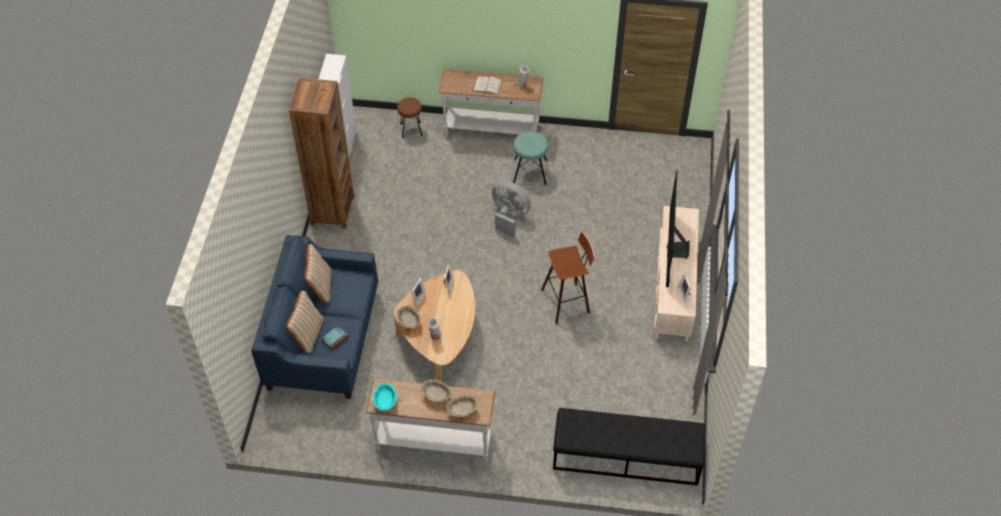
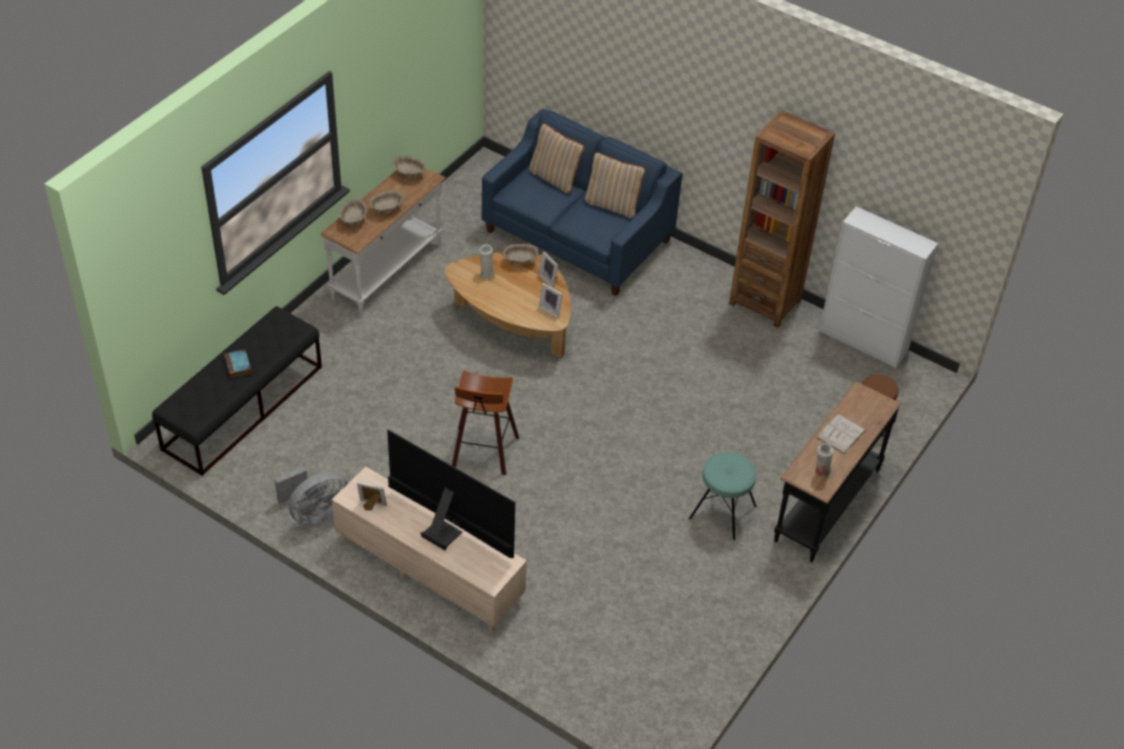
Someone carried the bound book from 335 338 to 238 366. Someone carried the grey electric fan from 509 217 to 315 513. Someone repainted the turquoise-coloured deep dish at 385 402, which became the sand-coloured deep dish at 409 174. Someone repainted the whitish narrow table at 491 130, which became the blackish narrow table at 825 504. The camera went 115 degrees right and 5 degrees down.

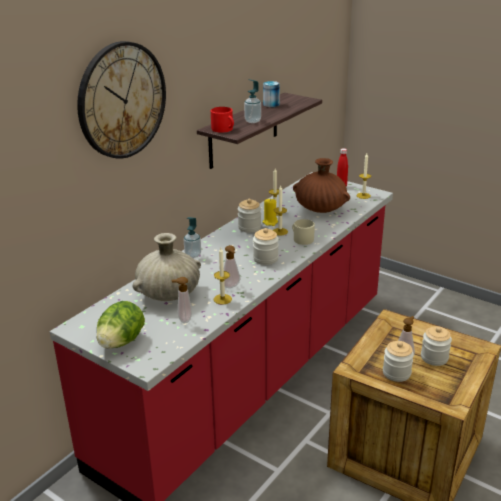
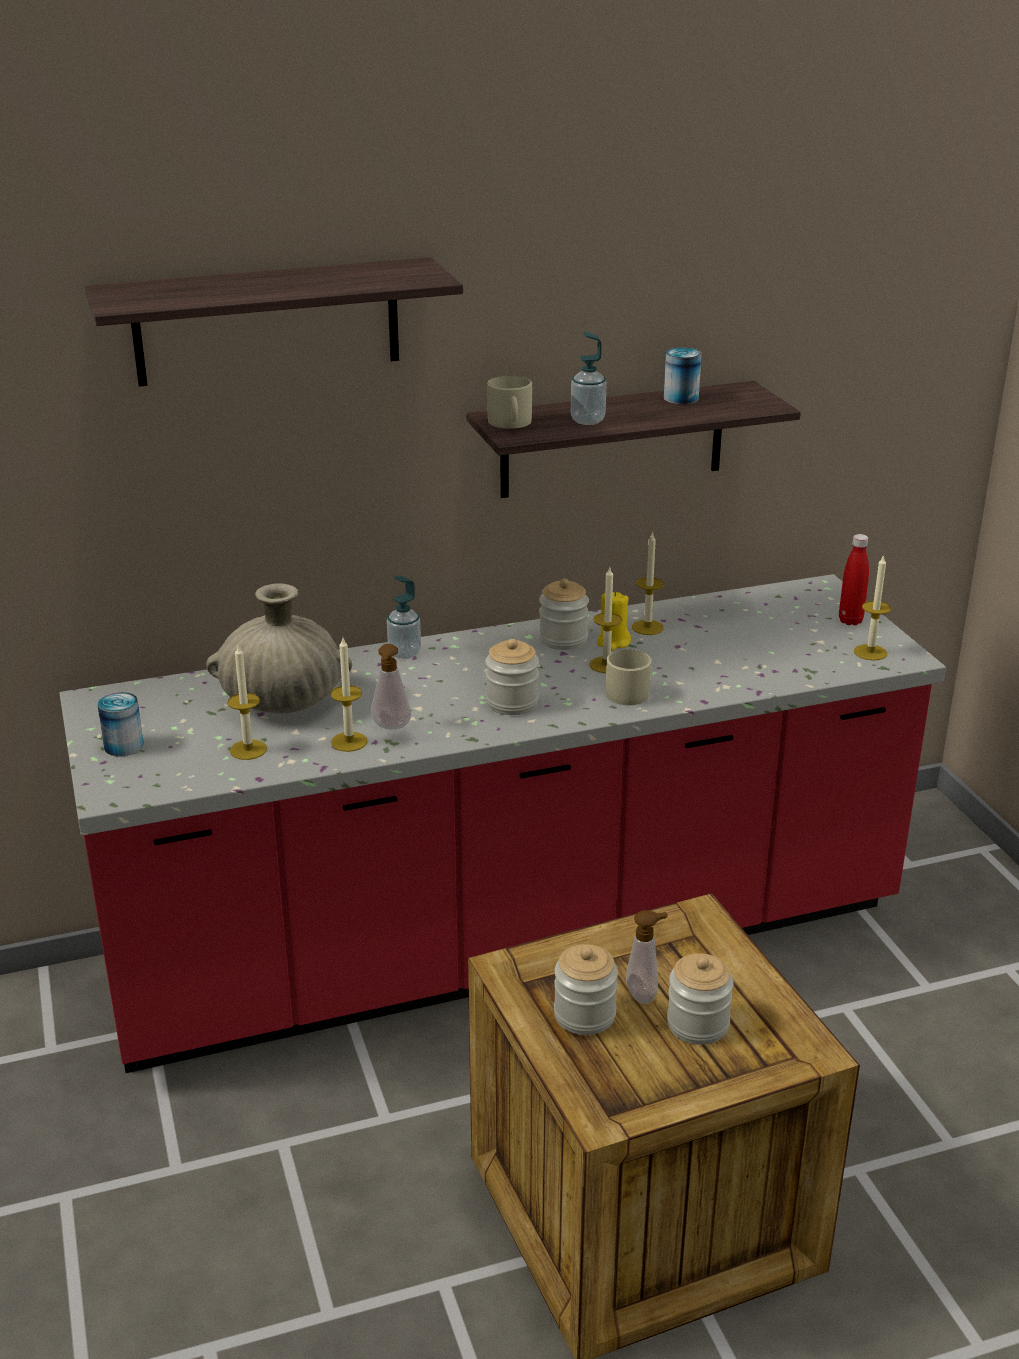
Someone swapped the clock on the wall at 122 100 for the bracket shelf at 267 322. Someone swapped the lettuce at 121 342 for the can at 123 746. Someone swapped the soap dispenser at 183 320 for the wax light at 248 750. Someone repainted the red coffee mug at 224 129, which became the sand-coloured coffee mug at 510 423. Someone took away the brown-coloured vase at 320 208. The camera went 35 degrees right and 0 degrees up.

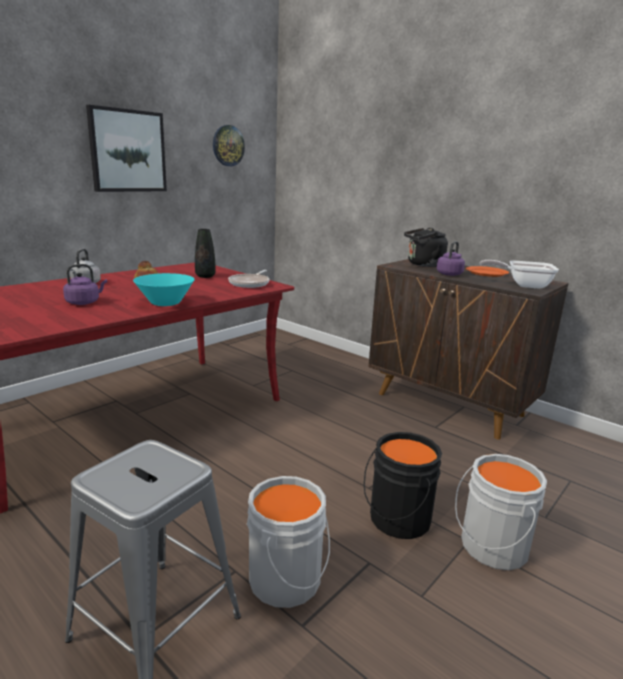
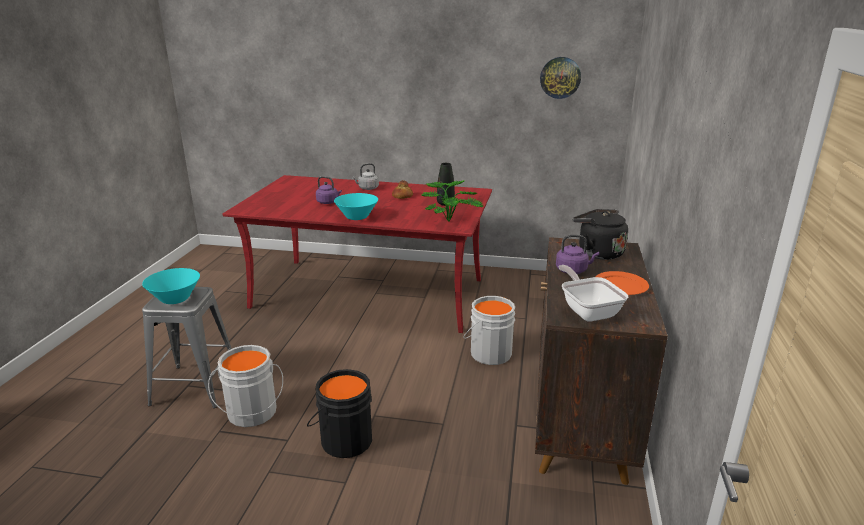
Someone put down the turquoise-coloured deep dish at 175 299. Someone swapped the skillet at 250 283 for the potted plant at 450 220. Someone carried the grey water bucket from 490 547 to 489 353. Someone took away the wall picture at 127 151. The camera went 60 degrees right and 5 degrees up.

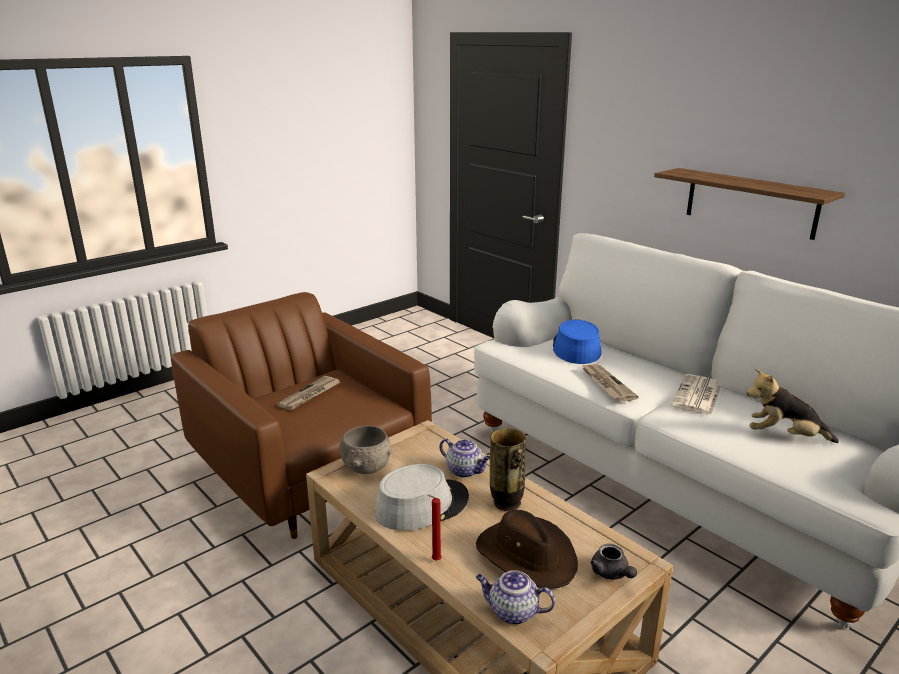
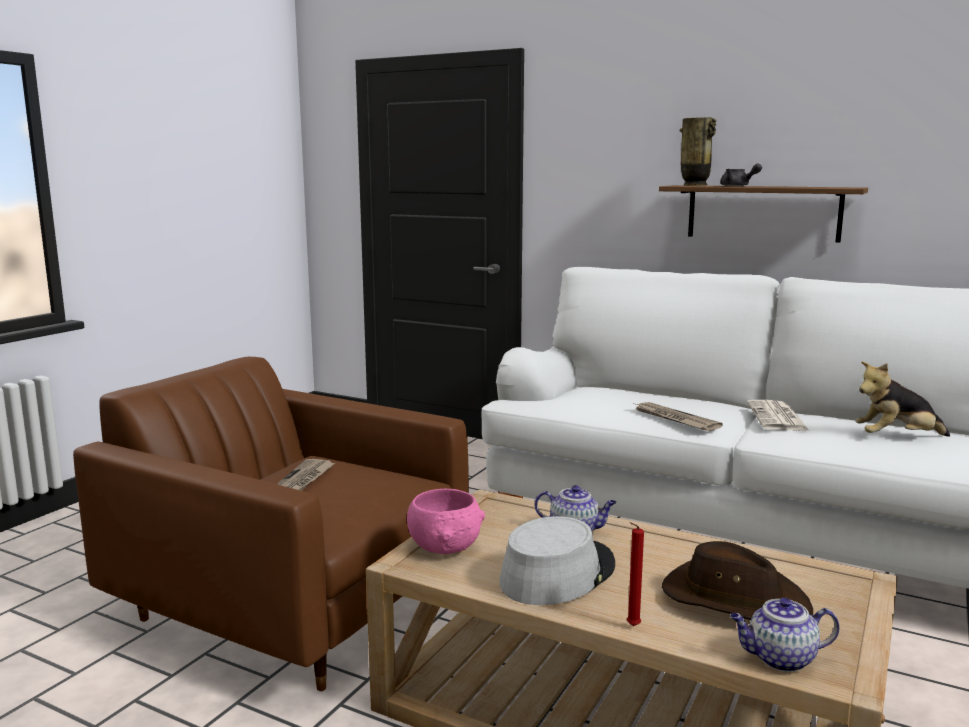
Someone repainted the grey deep dish at 367 466, which became the pinkish deep dish at 445 546. Someone carried the vase from 506 503 to 695 185. Someone carried the grey pot for tea from 611 574 to 737 186. Someone took away the blue-coloured clothing hat at 575 348. The camera went 20 degrees left and 10 degrees down.

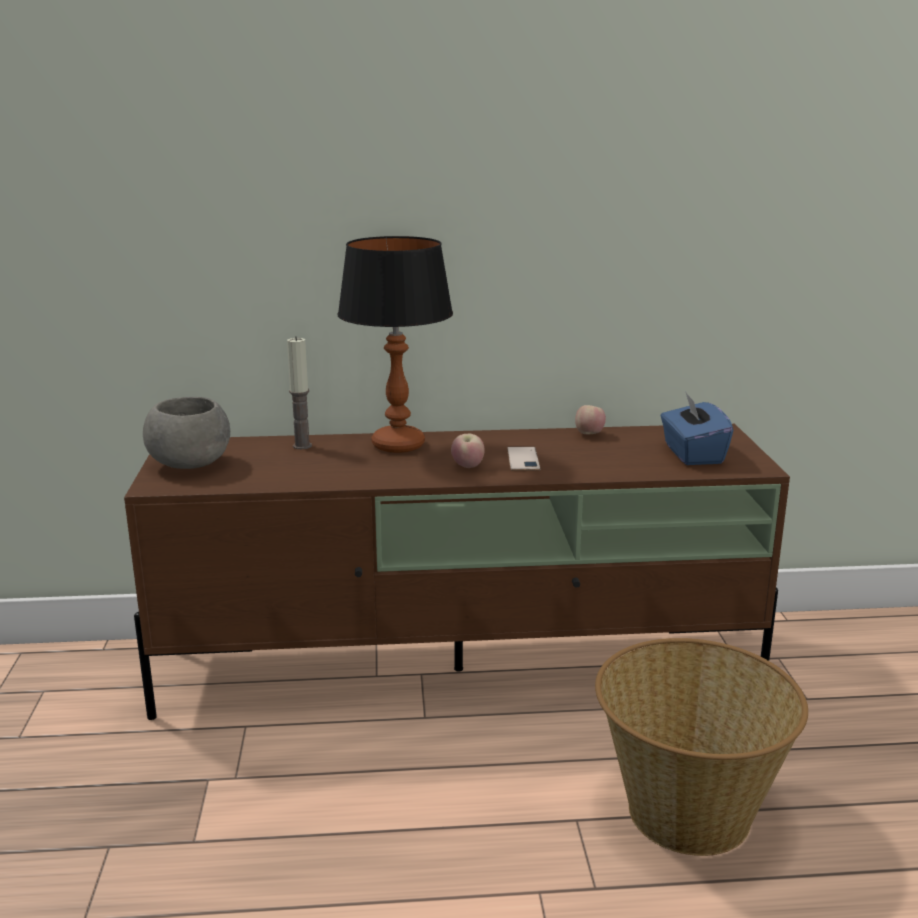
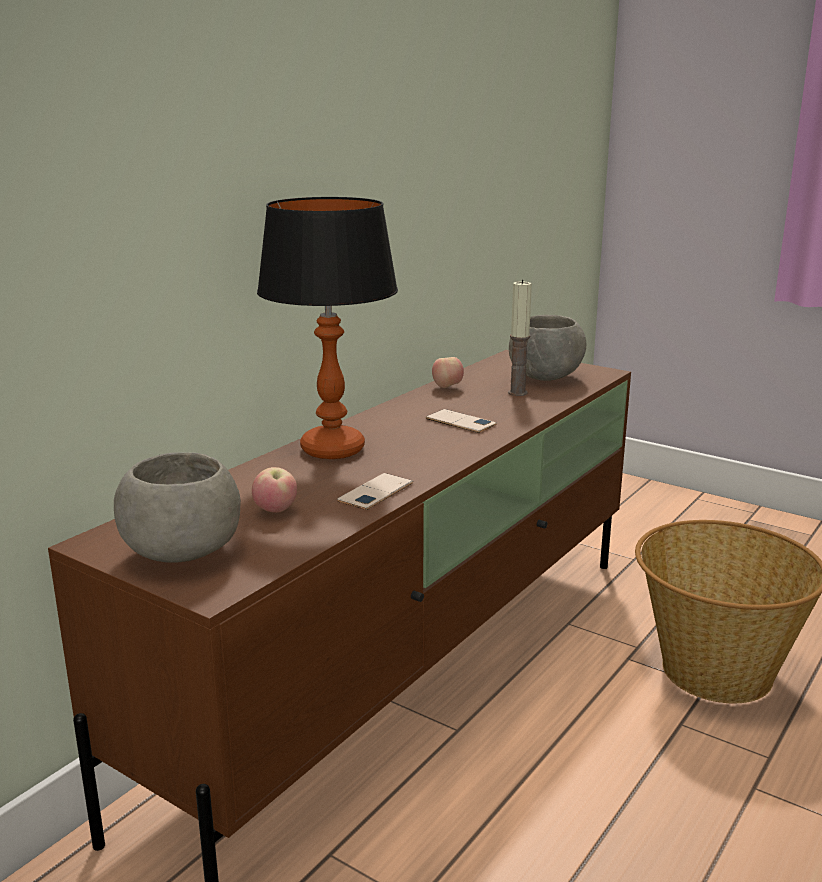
Someone carried the apple from 467 467 to 275 511. Someone put down the telephone at 375 492. Someone carried the wax light from 302 446 to 517 393. Someone swapped the blue-coloured tissue holder at 692 454 for the grey deep dish at 546 377. The camera went 50 degrees left and 0 degrees up.

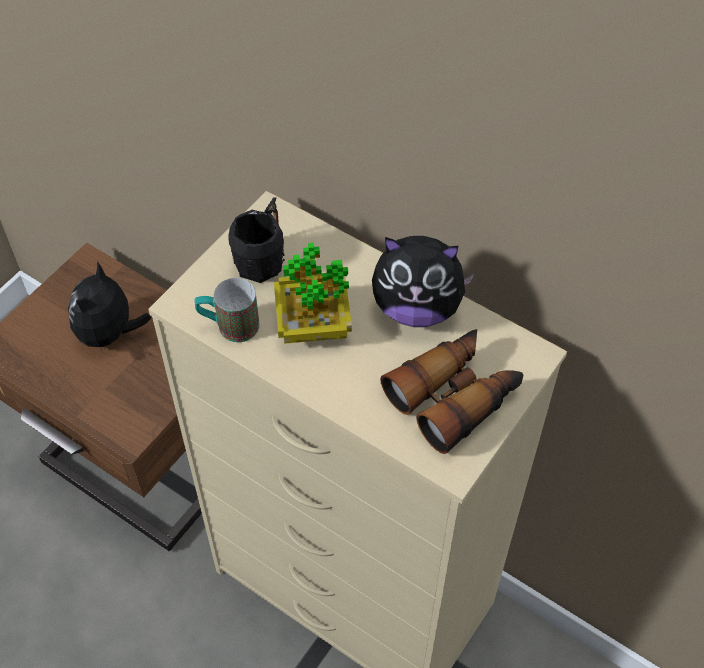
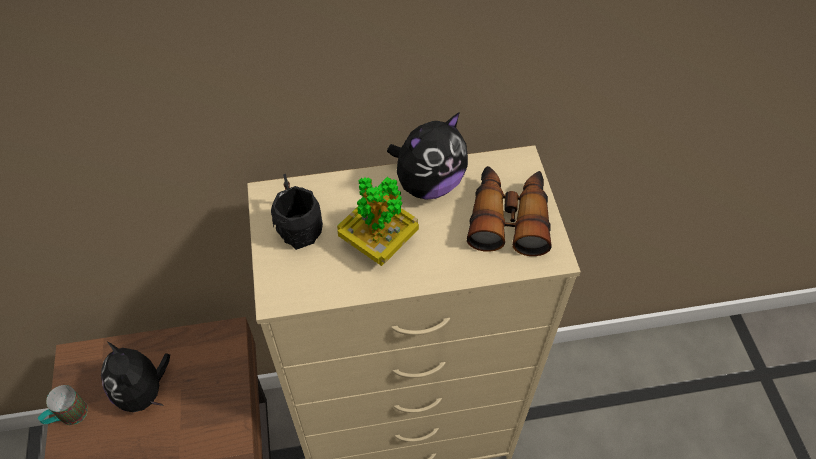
Someone carried the coffee mug from 229 326 to 68 416. The camera went 45 degrees left and 0 degrees up.

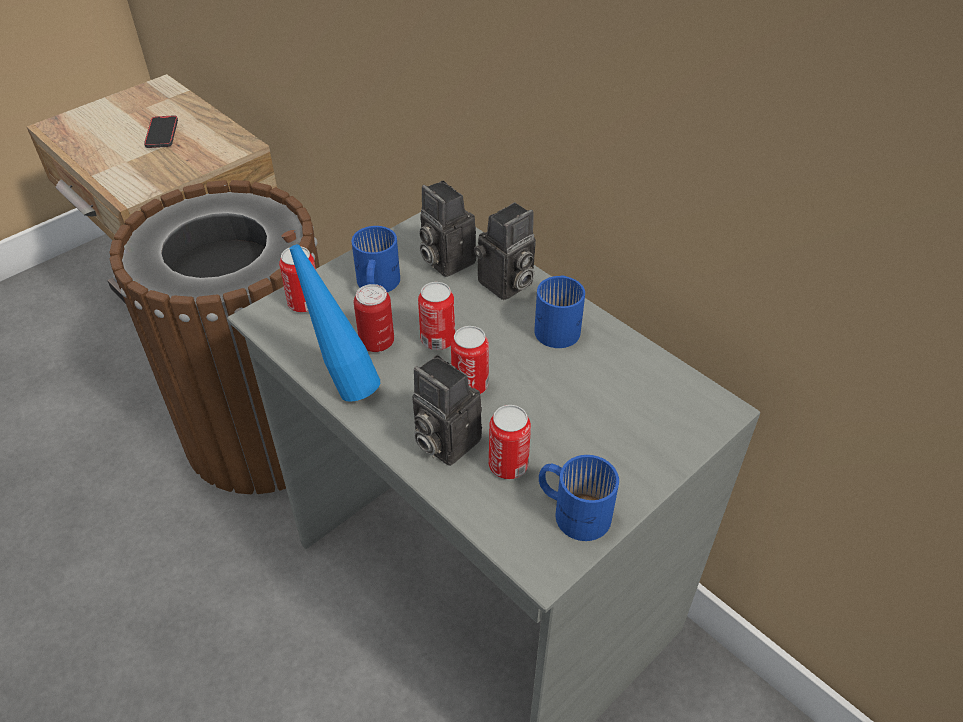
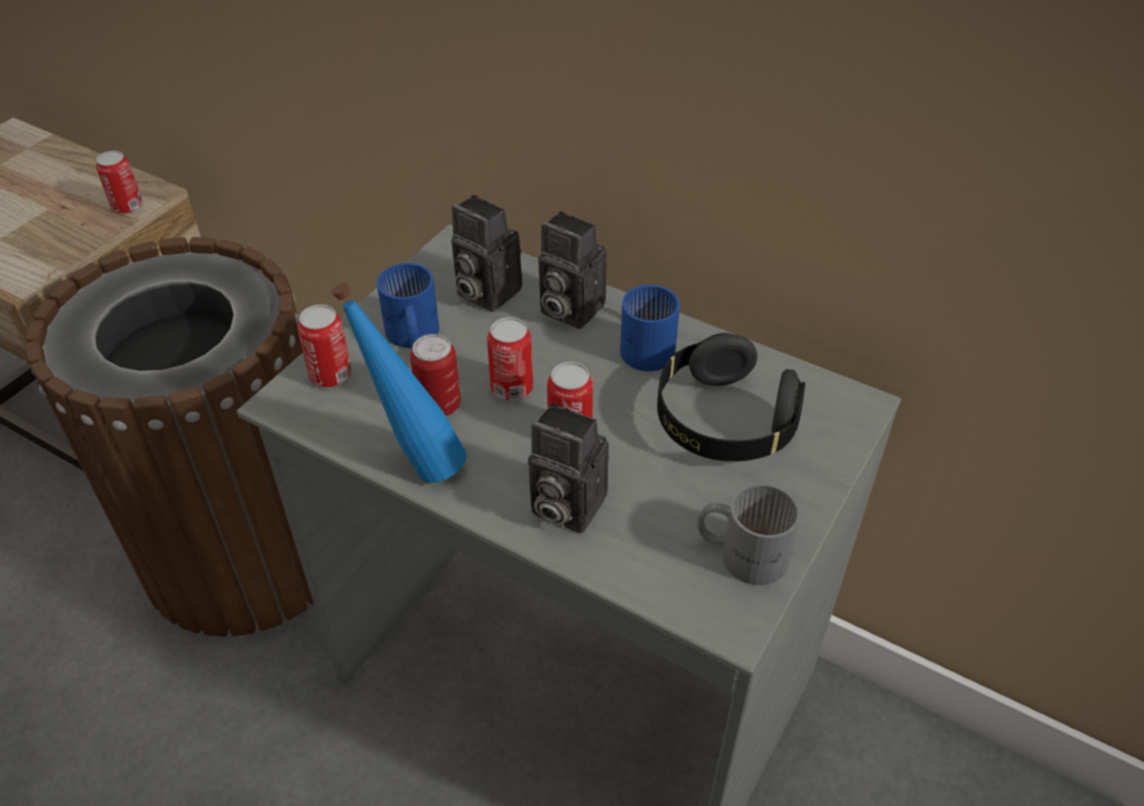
Someone carried the can from 508 465 to 127 206. Someone rotated the still camera at 505 285 by 90 degrees clockwise. Someone put down the blackish headphones at 723 422. Someone repainted the blue-coloured coffee mug at 574 509, which became the grey coffee mug at 742 551. Someone took away the telephone at 162 134. The camera went 15 degrees left and 0 degrees up.

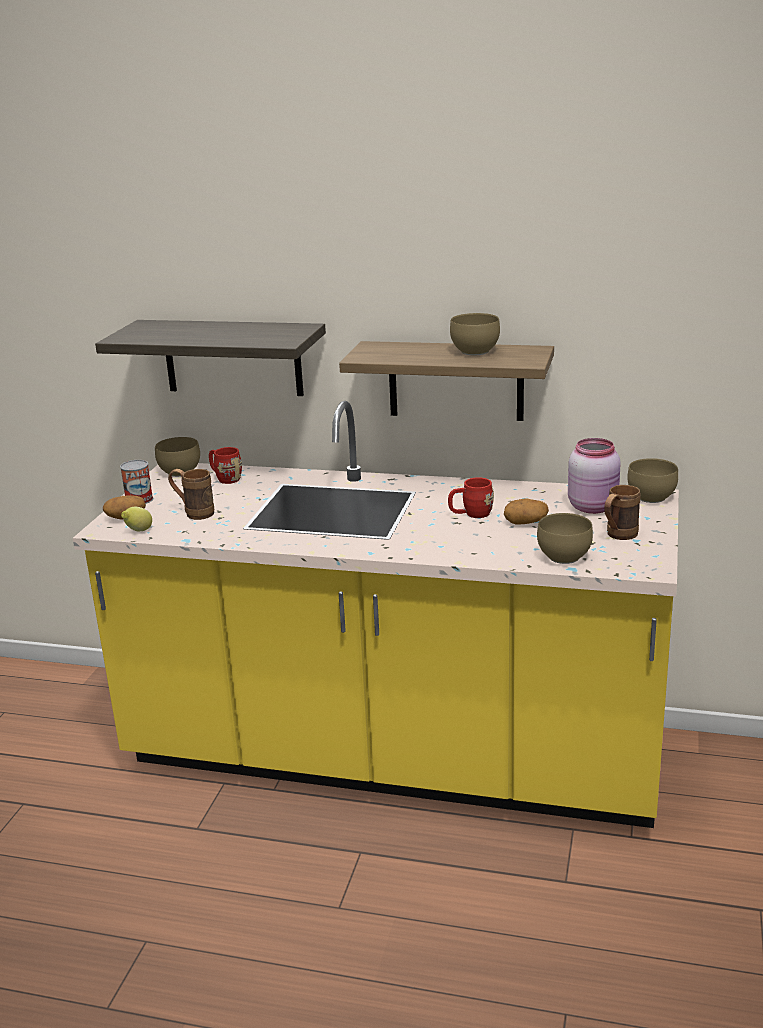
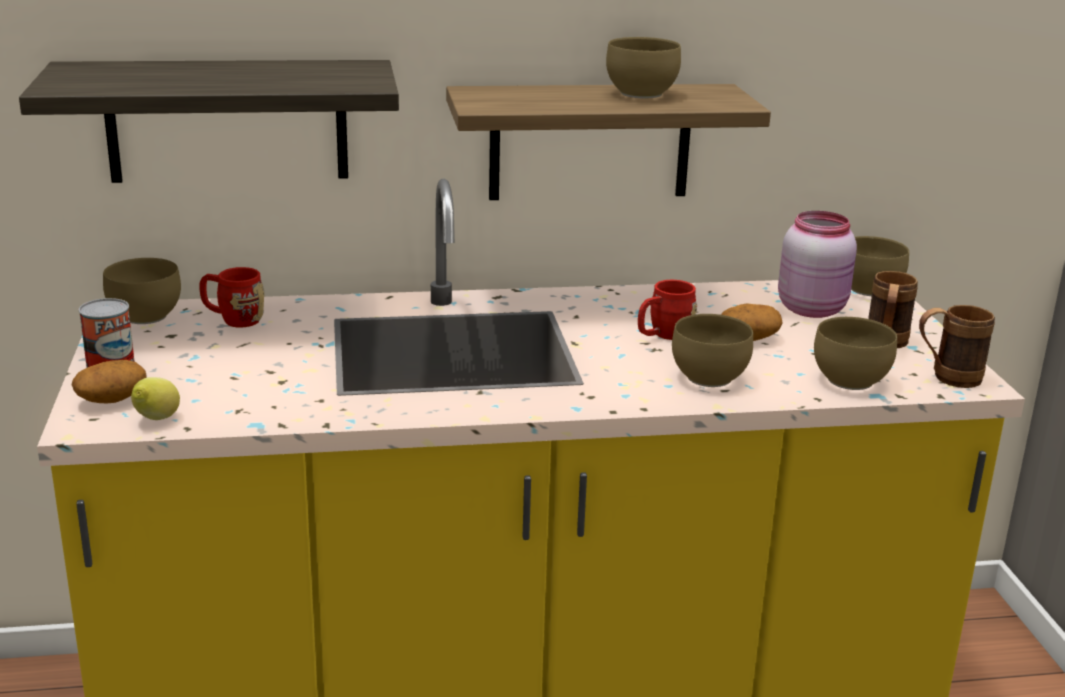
Someone put down the brown-coloured deep dish at 712 379. Someone carried the brown-coloured coffee mug from 193 513 to 946 378. The camera went 25 degrees left and 0 degrees up.

